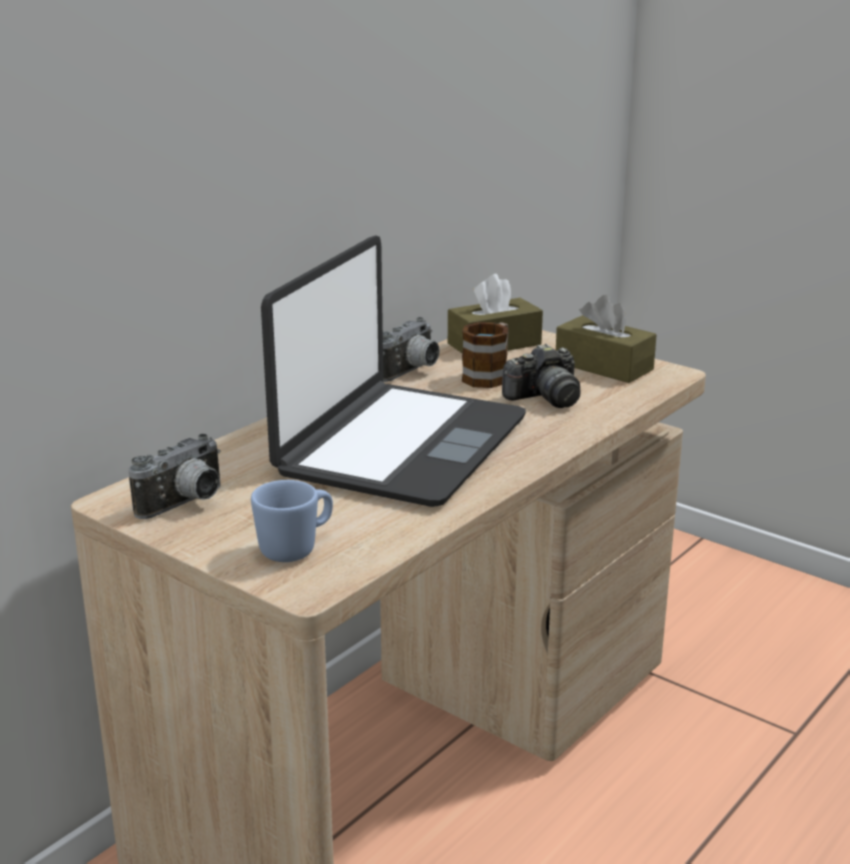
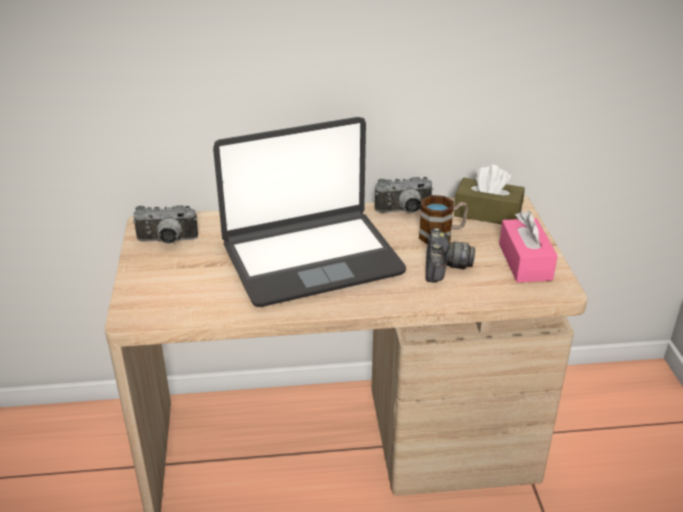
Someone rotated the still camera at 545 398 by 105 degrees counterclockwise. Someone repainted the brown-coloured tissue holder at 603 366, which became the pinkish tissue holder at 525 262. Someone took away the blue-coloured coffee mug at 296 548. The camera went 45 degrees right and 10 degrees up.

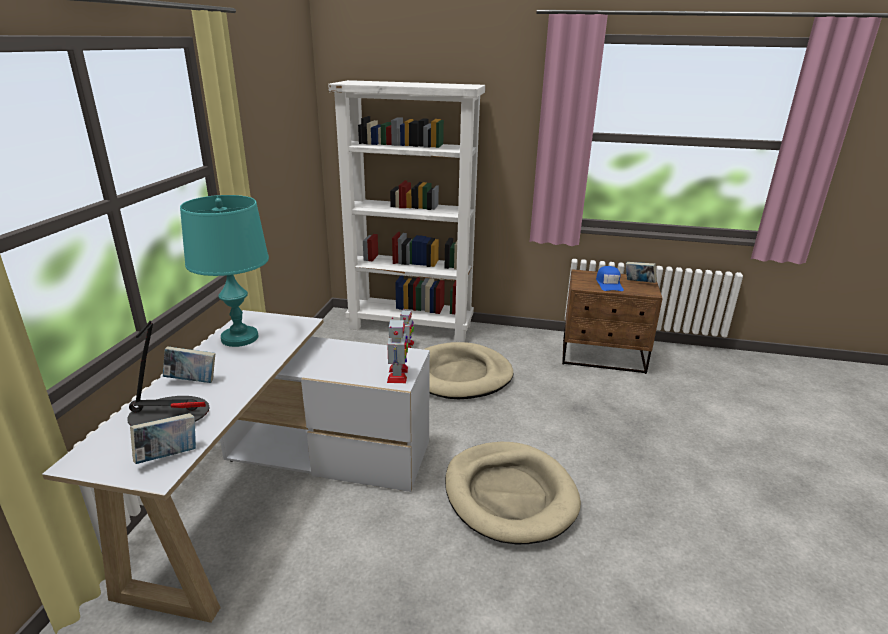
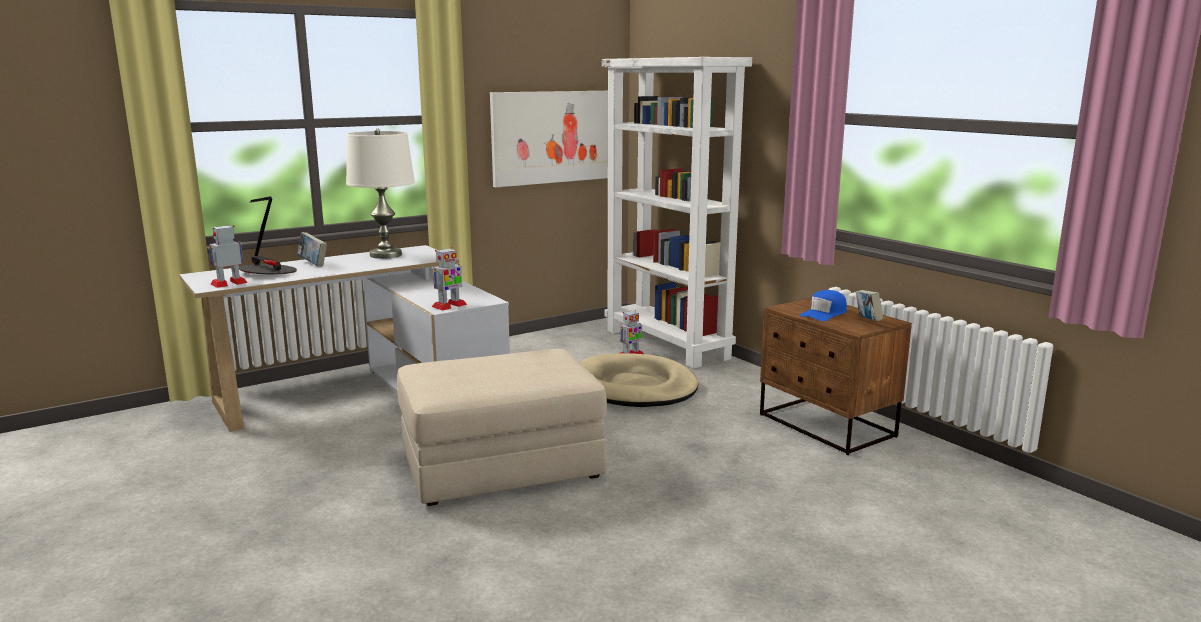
Someone swapped the bound book at 168 456 for the robot figure at 229 283. Someone repainted the turquoise-coloured table lamp at 240 338, which became the whitish table lamp at 386 255. Someone swapped the sand-coloured dog bed at 509 495 for the sand-coloured pouffe at 502 464. Someone put up the wall picture at 551 137. The camera went 45 degrees right and 10 degrees down.

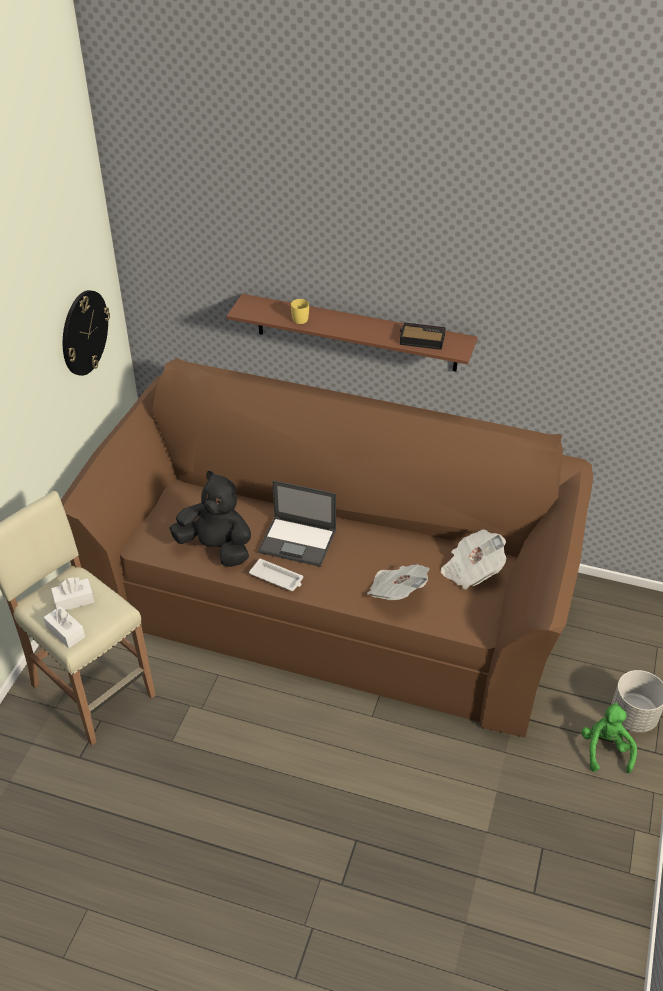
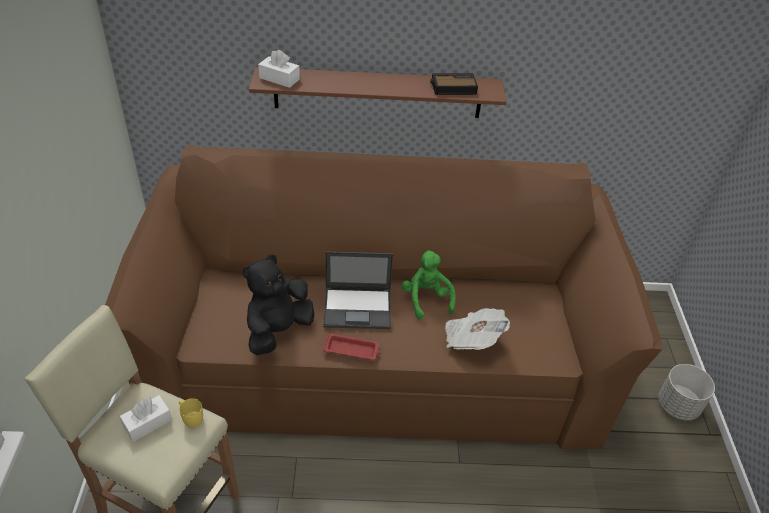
Someone carried the yellow coffee mug from 298 318 to 191 418. Someone rotated the blackish soft toy at 216 547 by 60 degrees counterclockwise. Someone carried the whitish tissue holder from 65 632 to 279 78. Someone repainted the whitish serving tray at 277 578, which became the red serving tray at 352 349. Someone carried the green soft toy from 605 749 to 426 299. Someone took away the clock on the wall at 84 332. Someone took away the newspaper at 471 570. The camera went 20 degrees left and 0 degrees up.

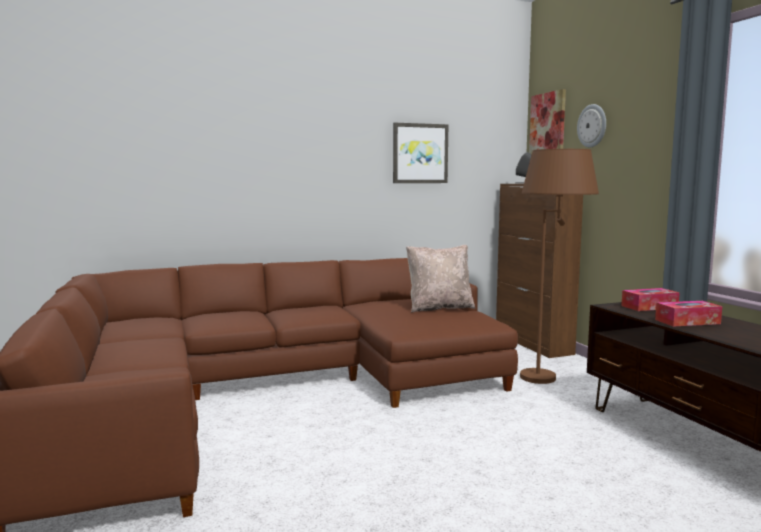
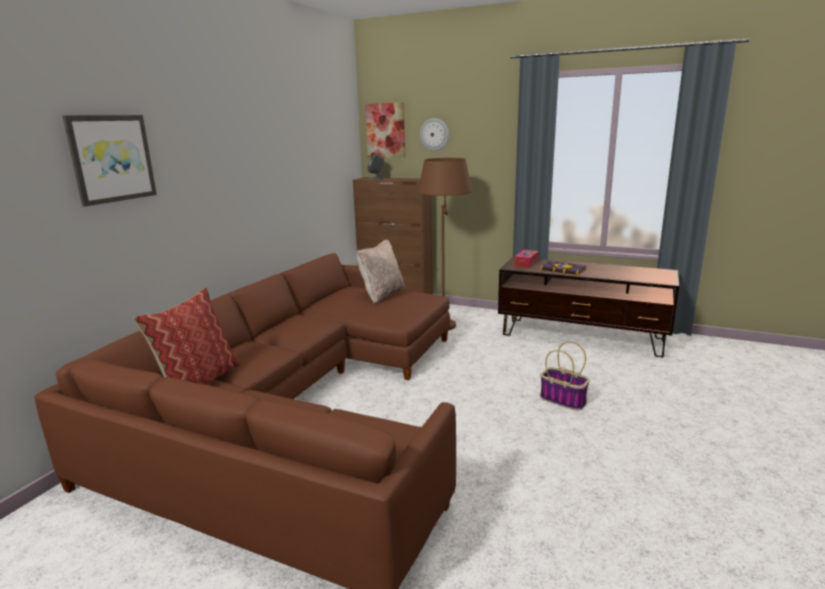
Someone carried the wall picture from 420 153 to 111 158. Someone put down the pillow at 198 382. Someone swapped the tissue holder at 687 322 for the bound book at 563 269. Someone put down the storage basket at 564 400. The camera went 45 degrees left and 10 degrees up.

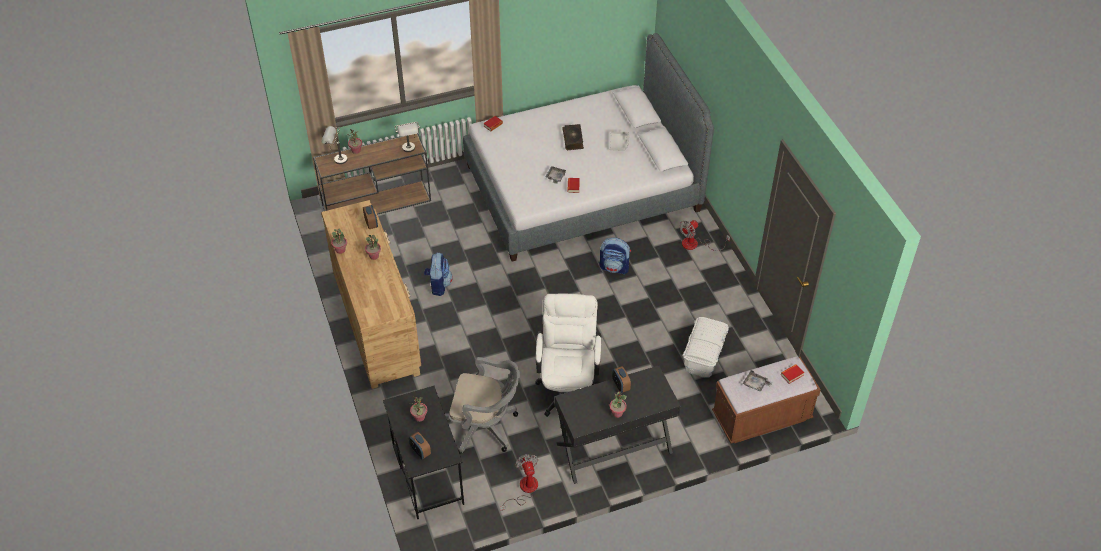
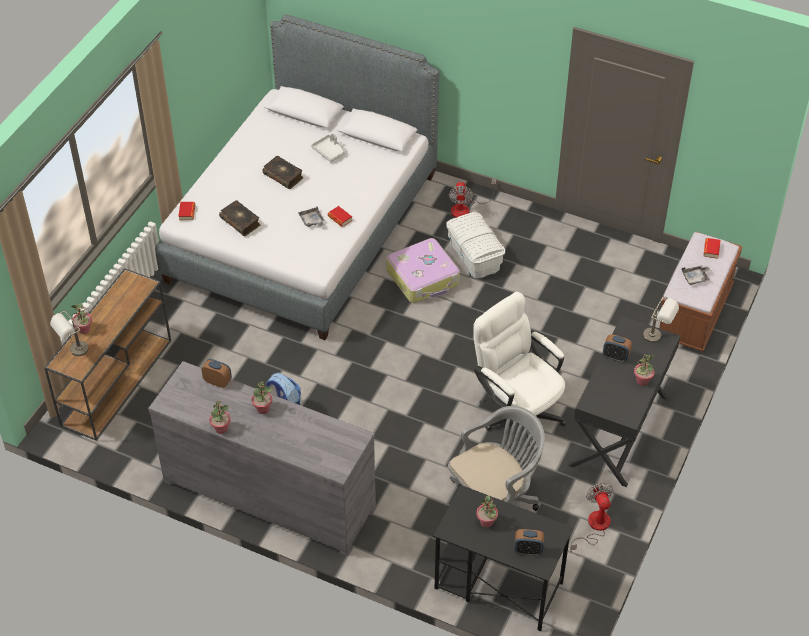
Someone repainted the brown-coloured dresser at 376 322, which became the grey dresser at 269 492. Someone put down the bound book at 240 222. Someone swapped the backpack at 614 267 for the travel case at 423 278. Someone carried the whitish storage bin from 704 355 to 475 255. Someone rotated the electric fan at 524 489 by 45 degrees clockwise. Someone carried the grey table lamp from 410 150 to 658 337. The camera went 45 degrees left and 0 degrees up.

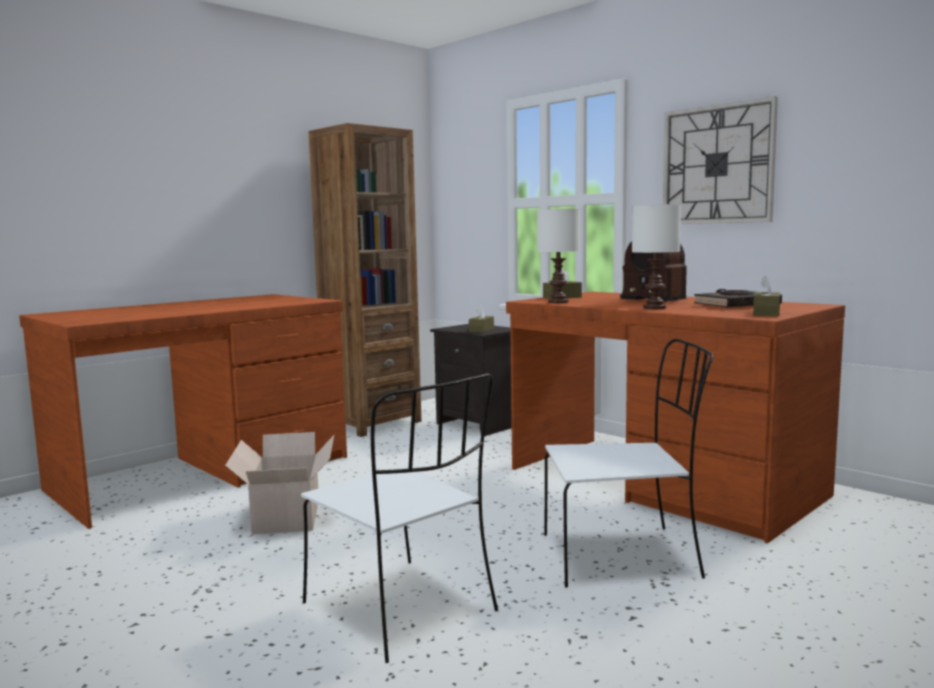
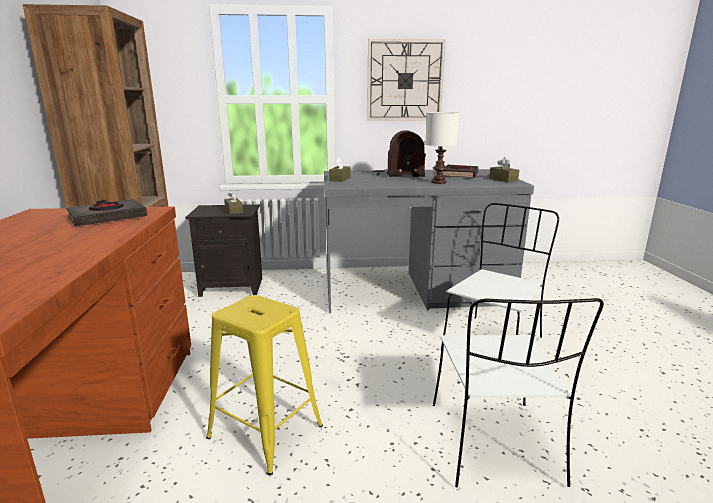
Someone put down the blackish bound book at 107 217. Someone swapped the carton at 286 517 for the yellow sitting stool at 265 431. Someone repainted the brown-coloured desk unit at 661 482, which became the grey desk unit at 415 290. Someone rotated the whitish plain chair at 402 609 by 90 degrees clockwise. Someone took away the whitish table lamp at 559 302. The camera went 50 degrees left and 10 degrees up.

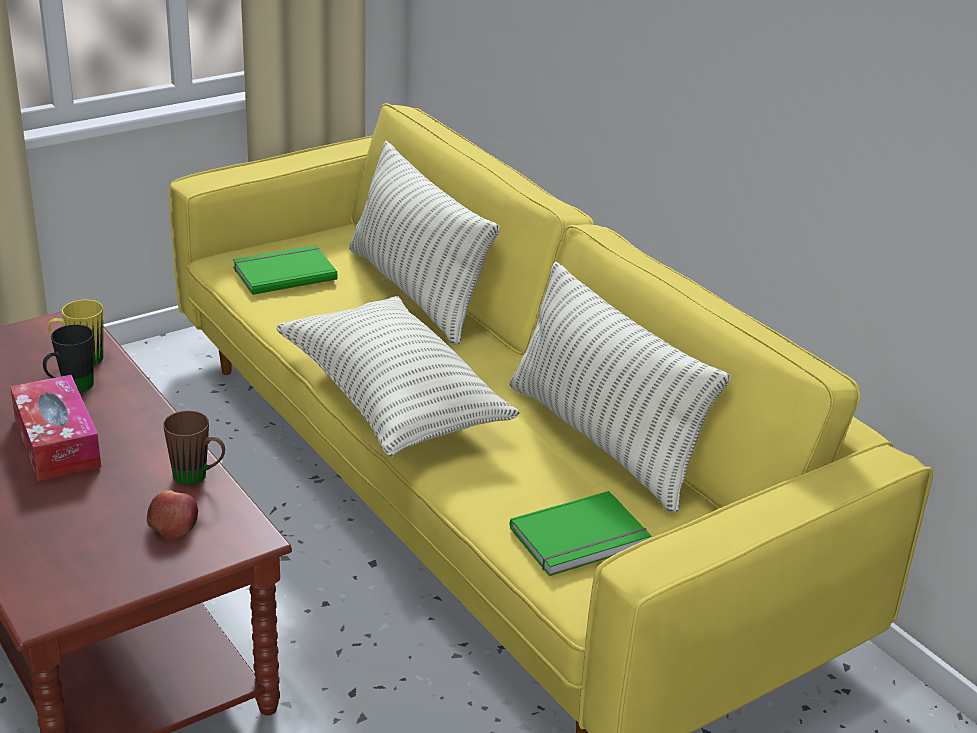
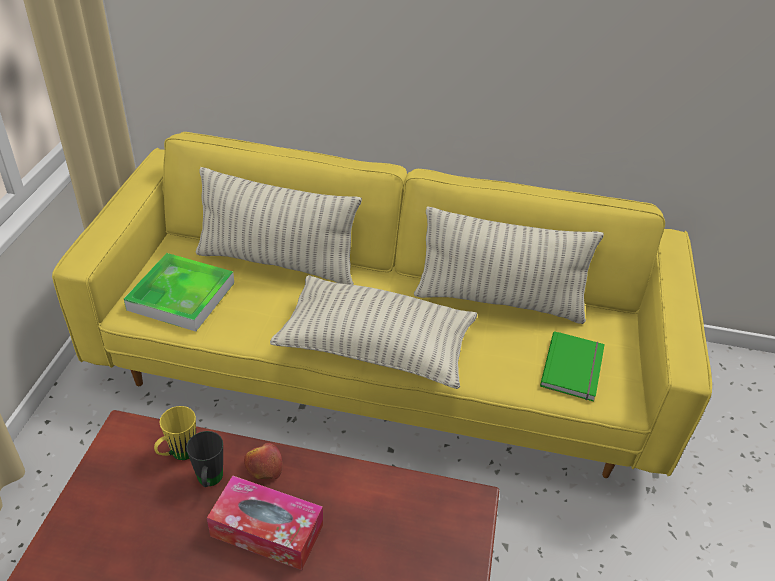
Someone swapped the green bound book at 283 272 for the serving tray at 181 296. Someone carried the apple from 172 523 to 263 467. Someone took away the brown-coloured coffee mug at 198 477. The camera went 45 degrees left and 10 degrees up.

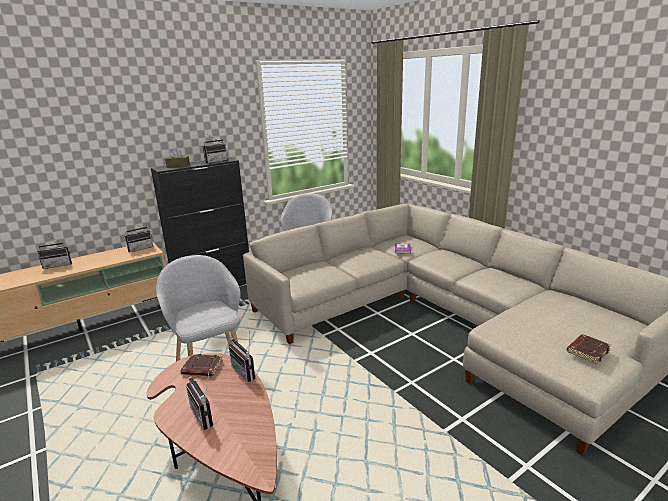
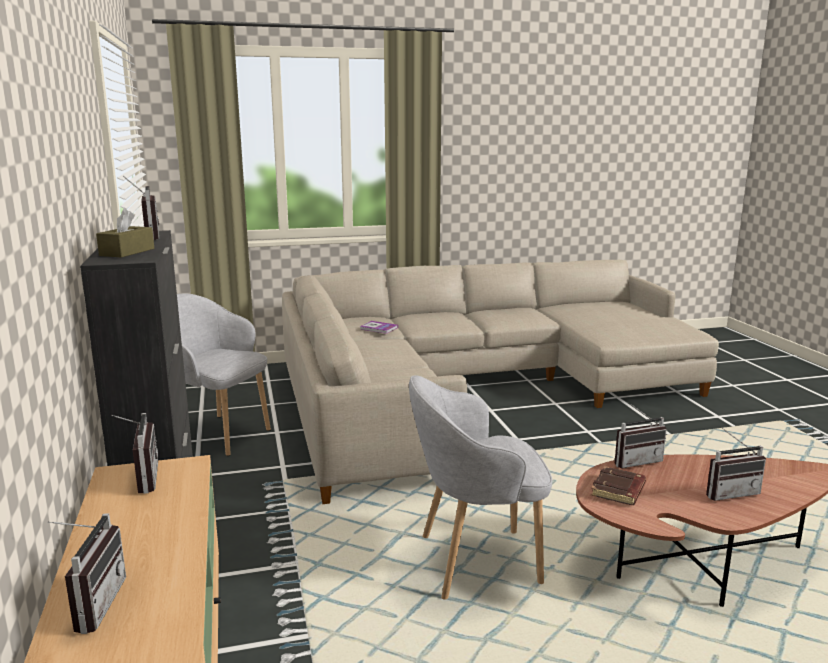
Someone took away the brown-coloured bound book at 587 351. The camera went 70 degrees left and 5 degrees down.

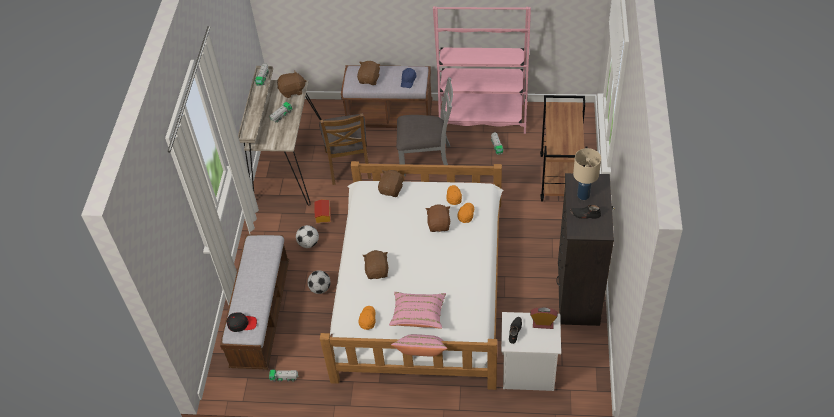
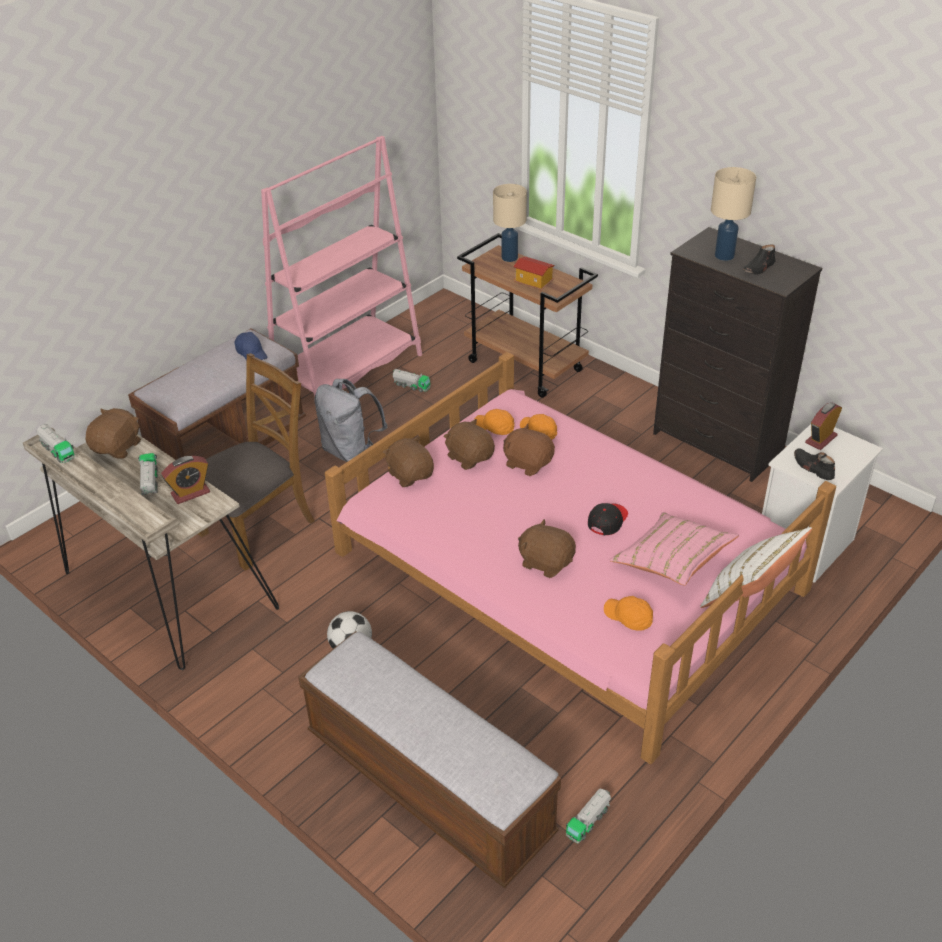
Someone put down the alarm clock at 190 493. Someone rotated the brown-coloured plain chair at 348 164 by 75 degrees counterclockwise. Someone swapped the grey plain chair at 426 159 for the grey backpack at 351 452. Someone repainted the whitish sleeping bed at 420 286, which became the pinkish sleeping bed at 565 570. Someone carried the brown-coloured soft toy from 369 79 to 470 457. Someone put down the sand-coloured table lamp at 509 258. Someone carried the miniature house from 323 216 to 533 284. Someone carried the blackish peaked cap from 242 324 to 607 521. Someone repainted the pinkish pillow at 422 356, which became the whitish pillow at 749 595. Someone took away the football at 320 289. The camera went 55 degrees left and 10 degrees down.

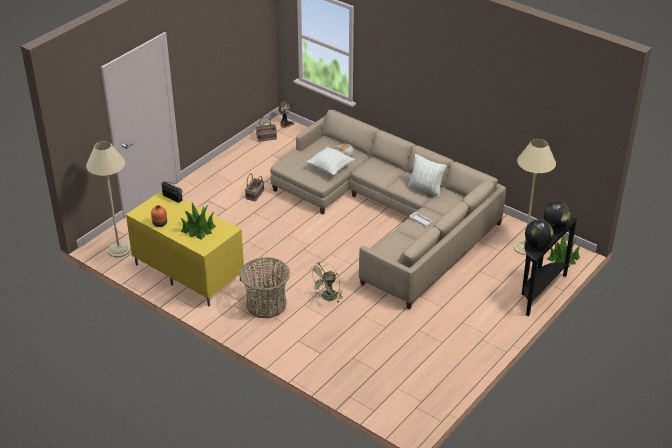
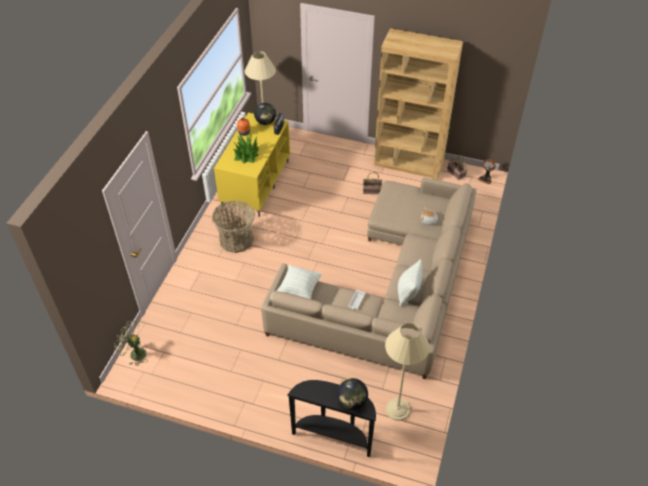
Someone carried the green electric fan from 327 298 to 134 353. Someone carried the globe from 537 244 to 265 122. Someone carried the pillow from 330 168 to 299 289. Someone put down the brown-coloured bookcase at 409 163. Someone took away the potted plant at 563 258. The camera went 70 degrees right and 10 degrees up.

